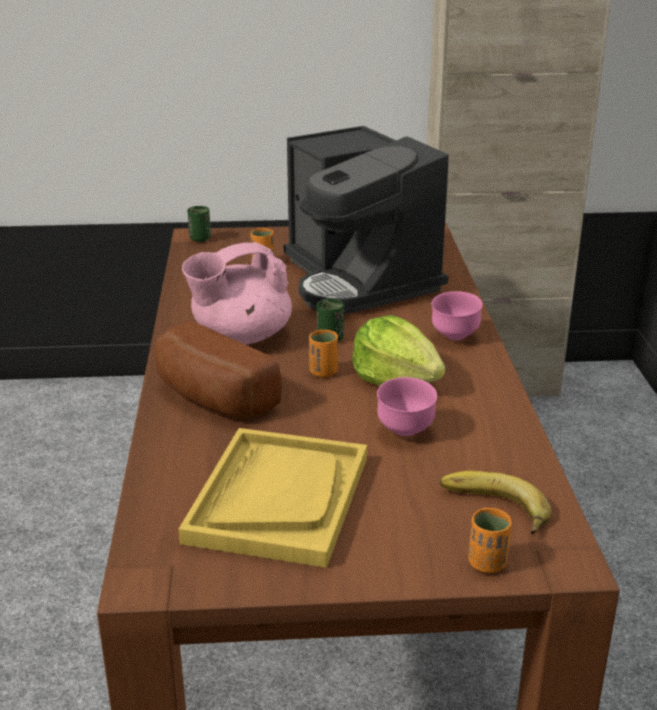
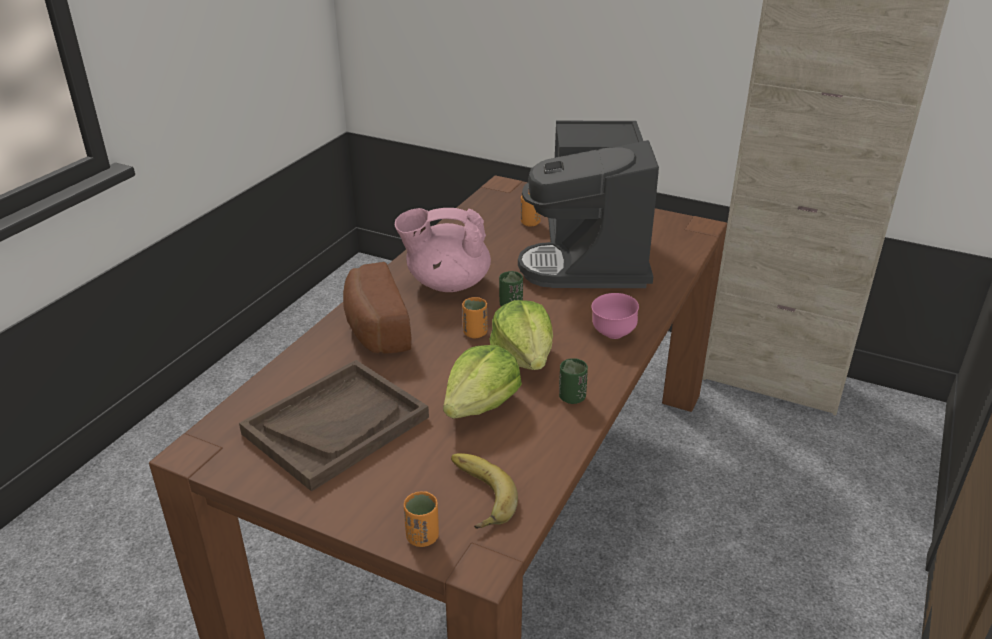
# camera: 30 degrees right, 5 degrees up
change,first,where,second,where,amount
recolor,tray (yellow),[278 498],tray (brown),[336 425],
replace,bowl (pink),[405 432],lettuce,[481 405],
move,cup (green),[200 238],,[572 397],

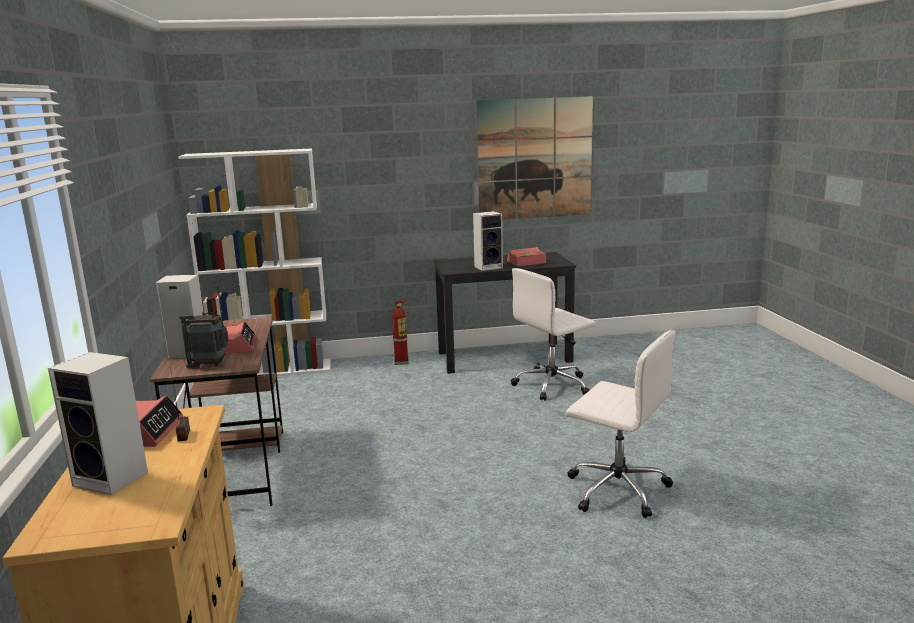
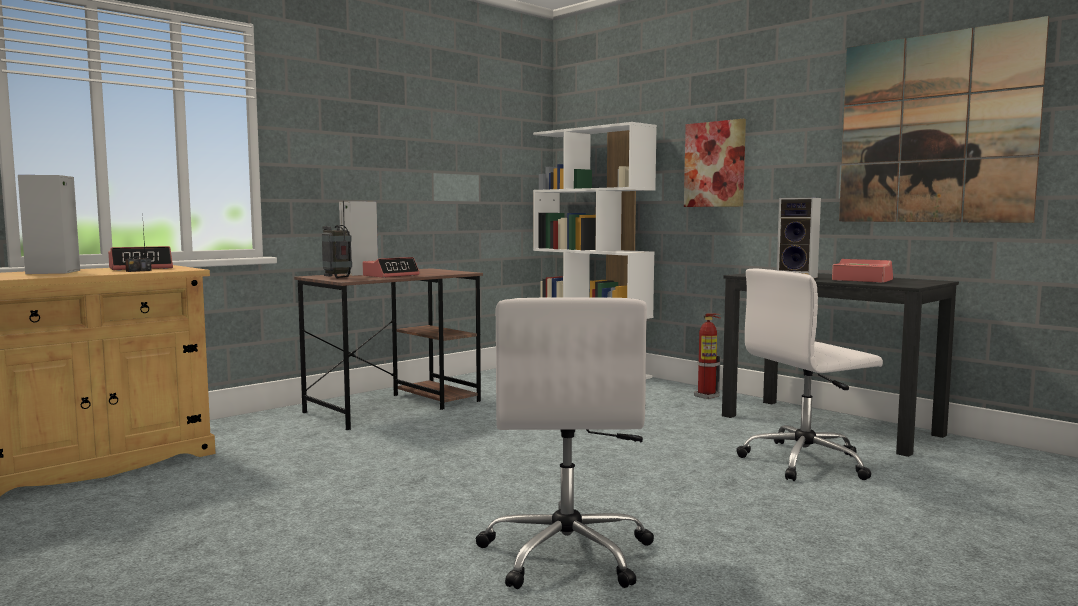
# camera: 55 degrees right, 10 degrees down
change,first,where,second,where,amount
insert,,,picture,[715 164],
rotate,office chair (white),[553 385],,[806 462],45 degrees counterclockwise

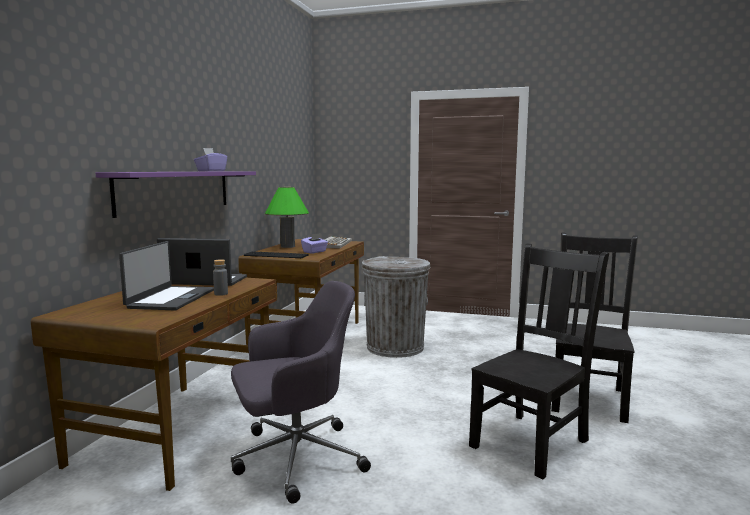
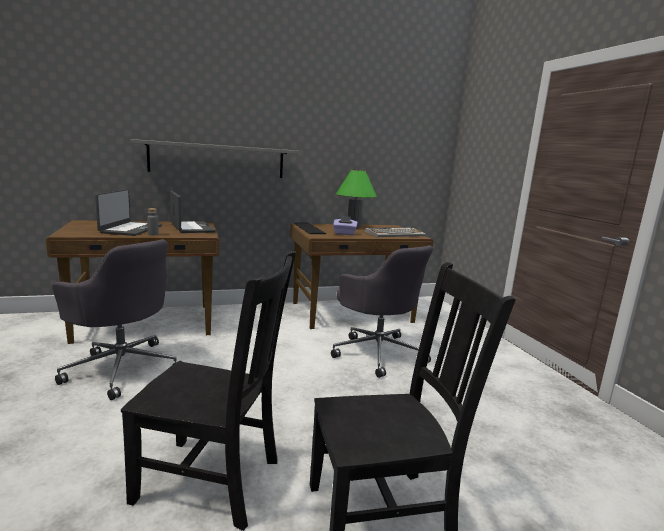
# camera: 55 degrees right, 5 degrees up
change,first,where,second,where,amount
rotate,laptop,[171 299],,[130 229],60 degrees counterclockwise
recolor,shelf (purple),[176 191],shelf (grey),[217 160],
replace,trash can (grey),[395 347],office chair (grey),[377 352],
delete,tissue box (purple),[211 171],,,

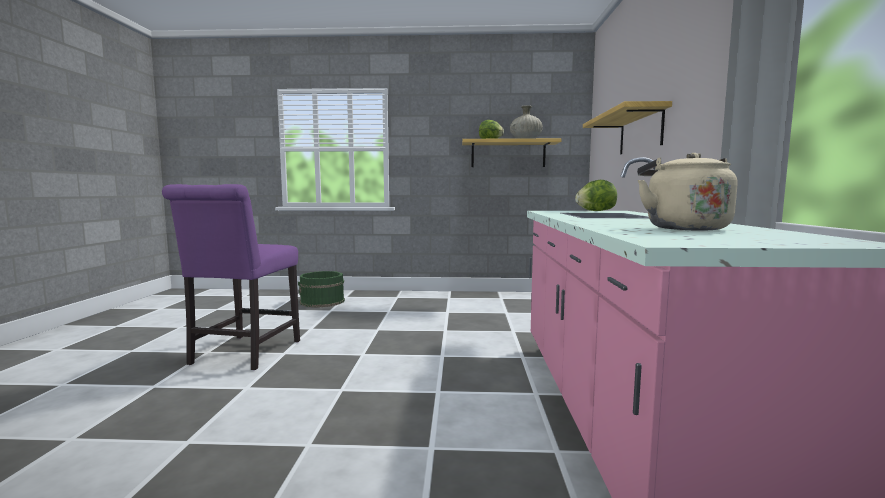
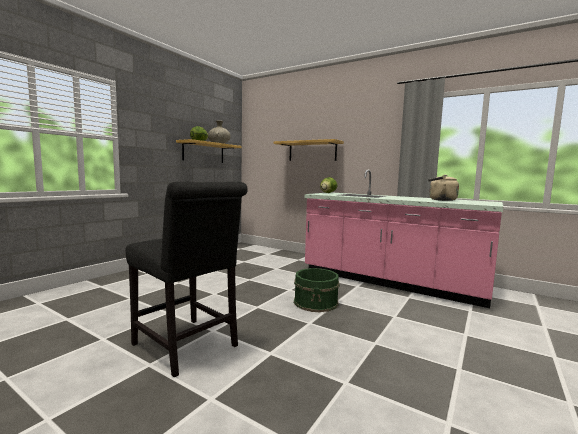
# camera: 60 degrees left, 0 degrees up
change,first,where,second,where,amount
recolor,chair (purple),[243 354],chair (black),[188 347],
move,bucket (green),[322 301],,[316 302],

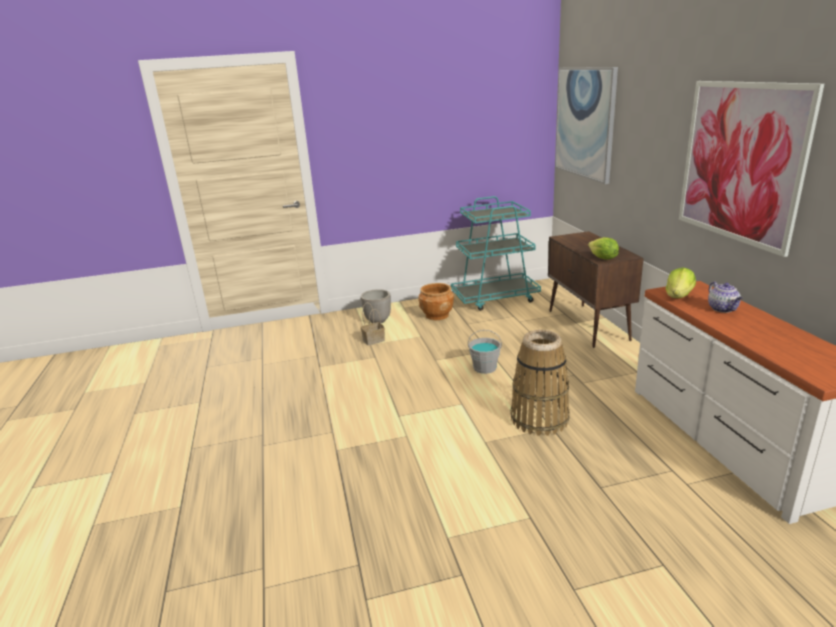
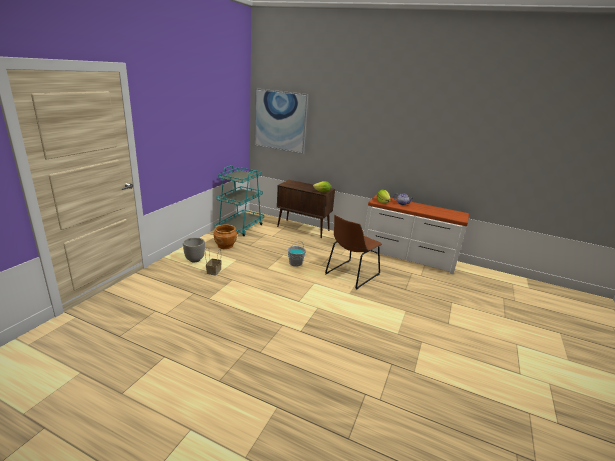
# camera: 55 degrees left, 0 degrees up
change,first,where,second,where,amount
replace,basket,[539 418],chair (brown),[351 275],
delete,picture,[740 163],,,

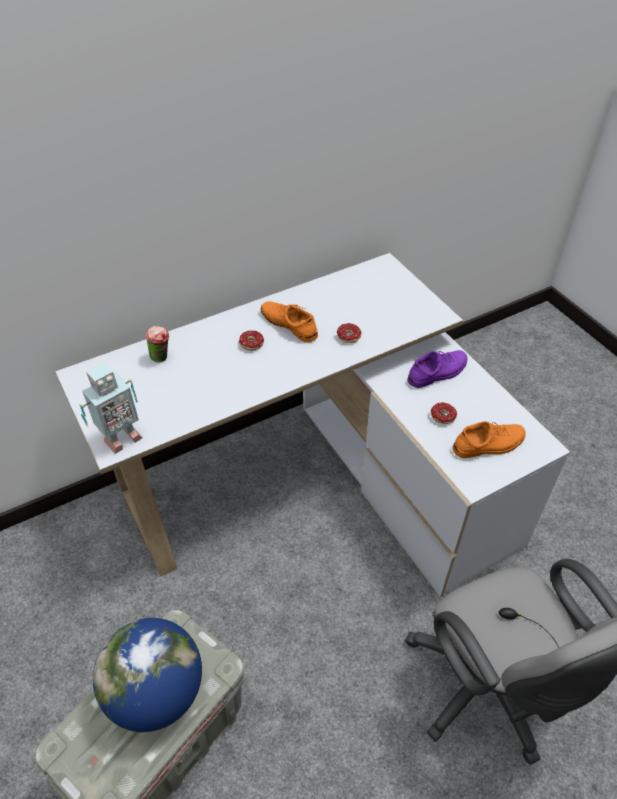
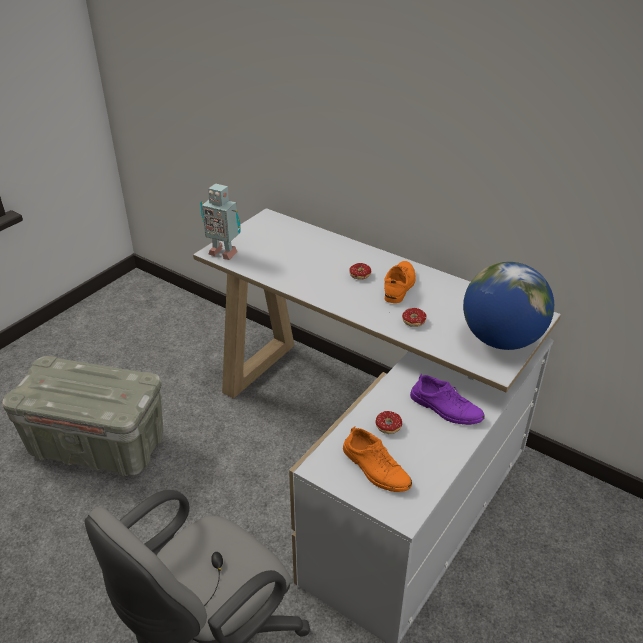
# camera: 65 degrees right, 10 degrees down
change,first,where,second,where,amount
move,globe,[157 692],,[501 340],
delete,cup,[162 358],,,

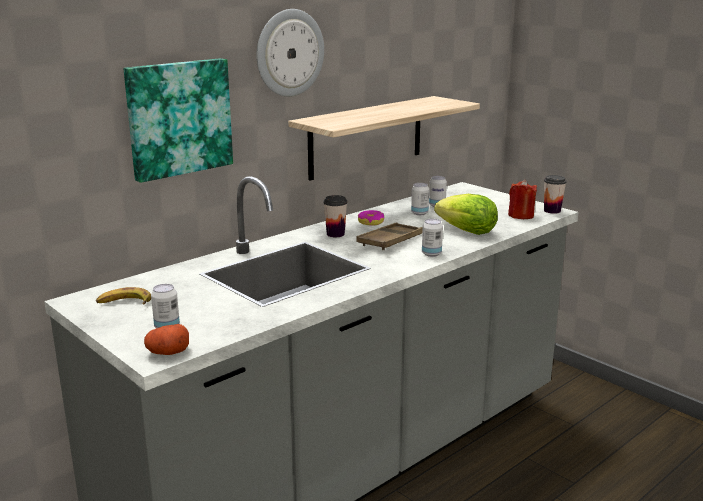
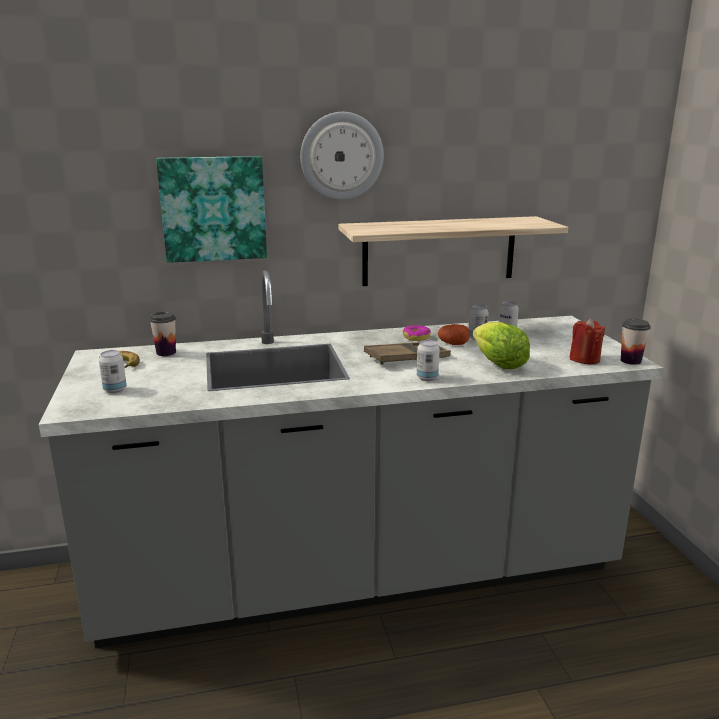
# camera: 30 degrees right, 0 degrees up
change,first,where,second,where,amount
move,cup,[335 234],,[166 352],
move,potato,[167 352],,[452 343],

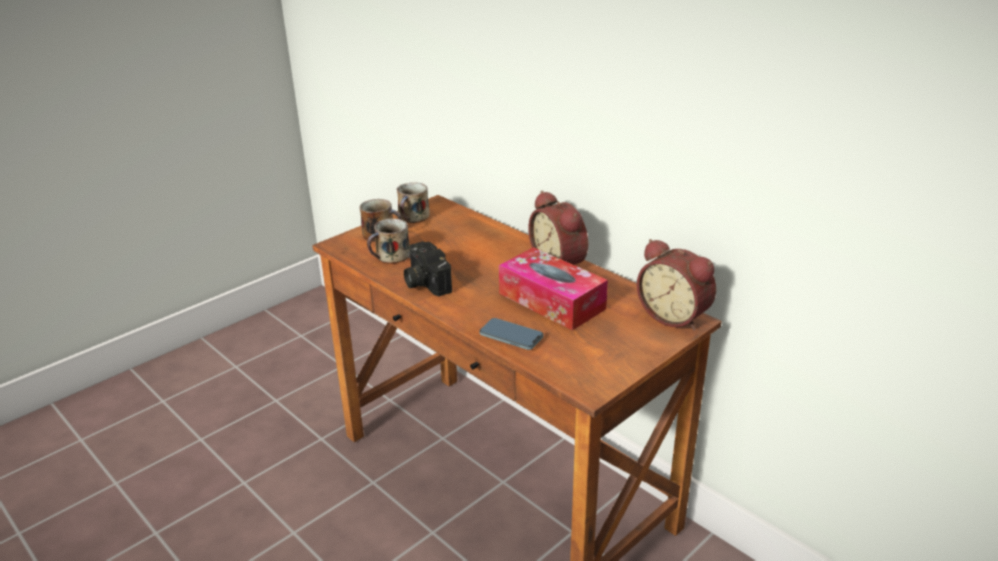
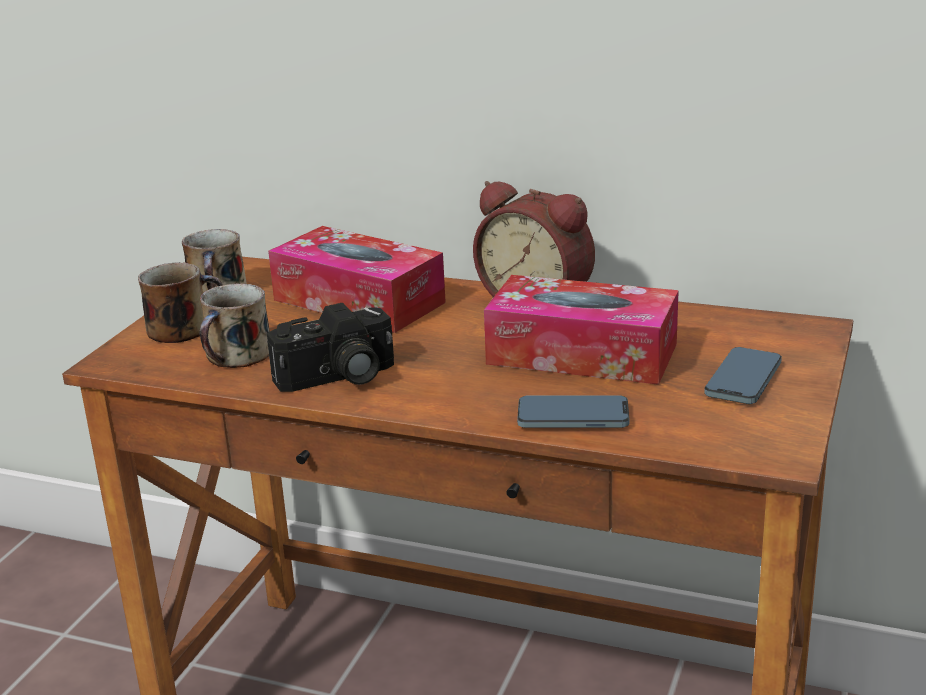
# camera: 25 degrees left, 5 degrees down
change,first,where,second,where,amount
rotate,photo camera,[424 282],,[338 378],60 degrees counterclockwise
insert,,,tissue box,[358 301],
insert,,,phone,[743 380],
delete,alarm clock,[675 316],,,

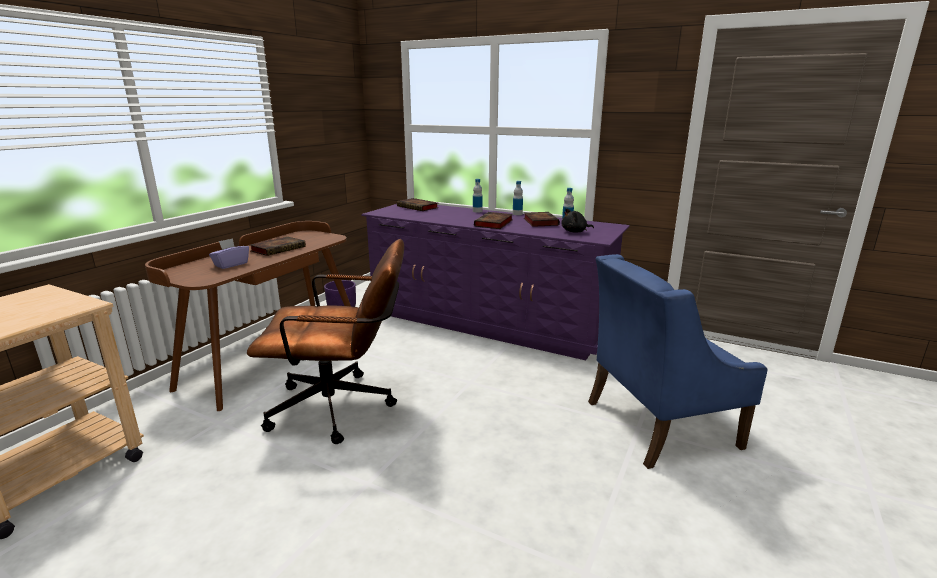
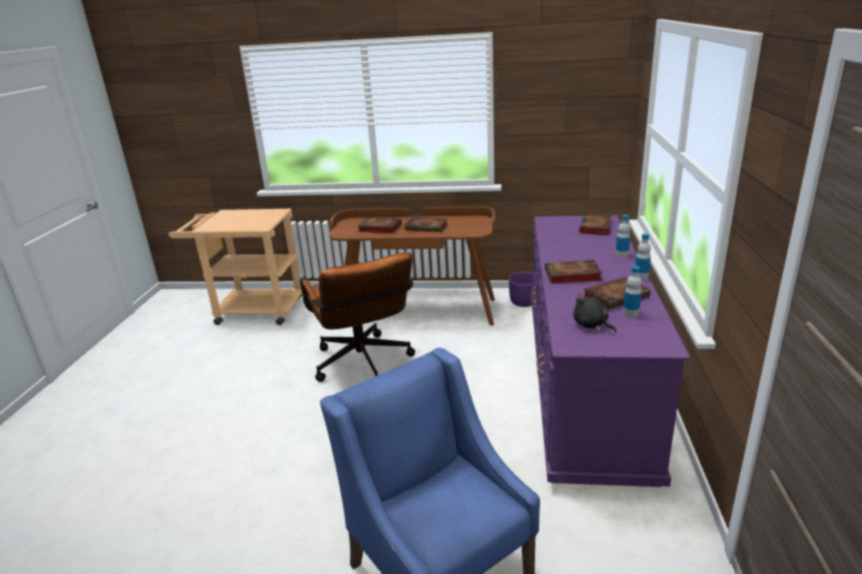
# camera: 70 degrees right, 5 degrees up
change,first,where,second,where,amount
replace,tissue box (purple),[231 264],book,[378 228],

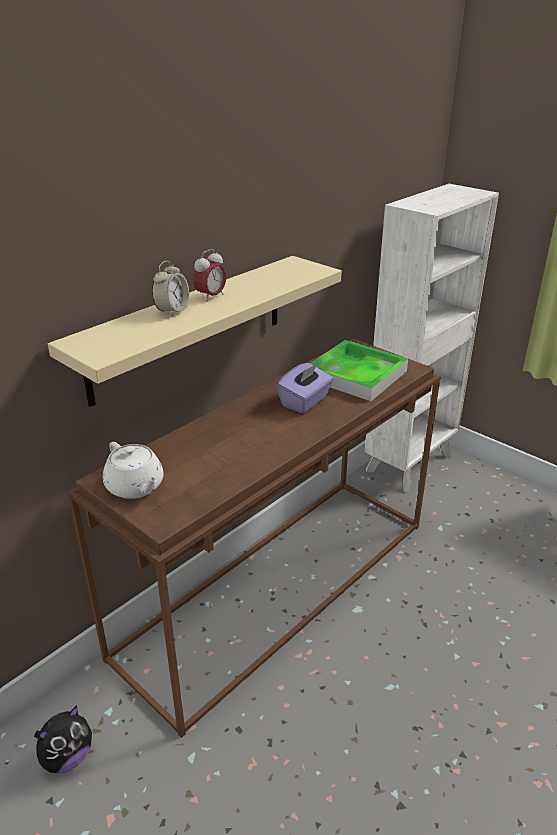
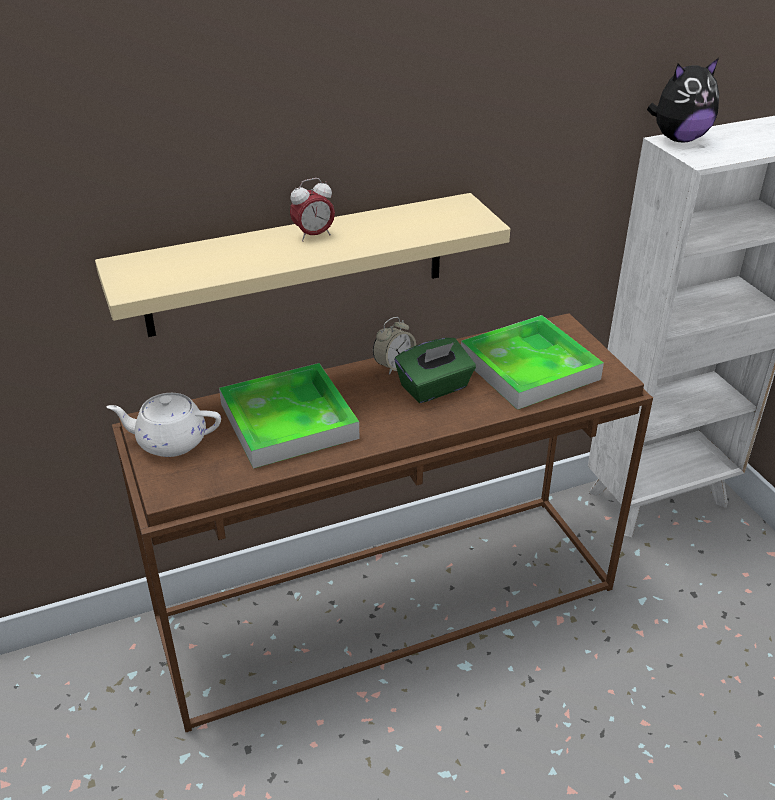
# camera: 25 degrees right, 5 degrees up
change,first,where,second,where,amount
rotate,teapot (white),[135 487],,[170 441],105 degrees clockwise
insert,,,tray,[288 421],
move,alarm clock,[172 311],,[394 366],
recolor,tissue box (purple),[305 402],tissue box (green),[434 388],
move,plush toy,[67 757],,[678 139],

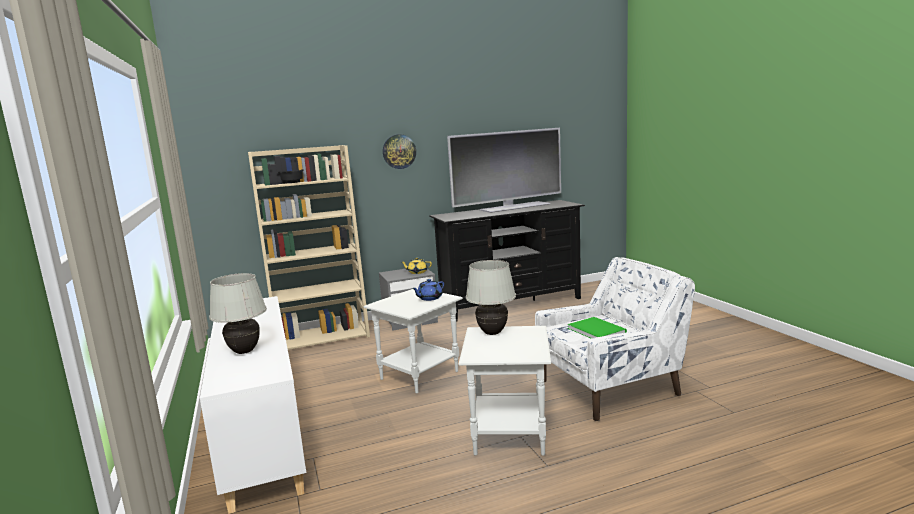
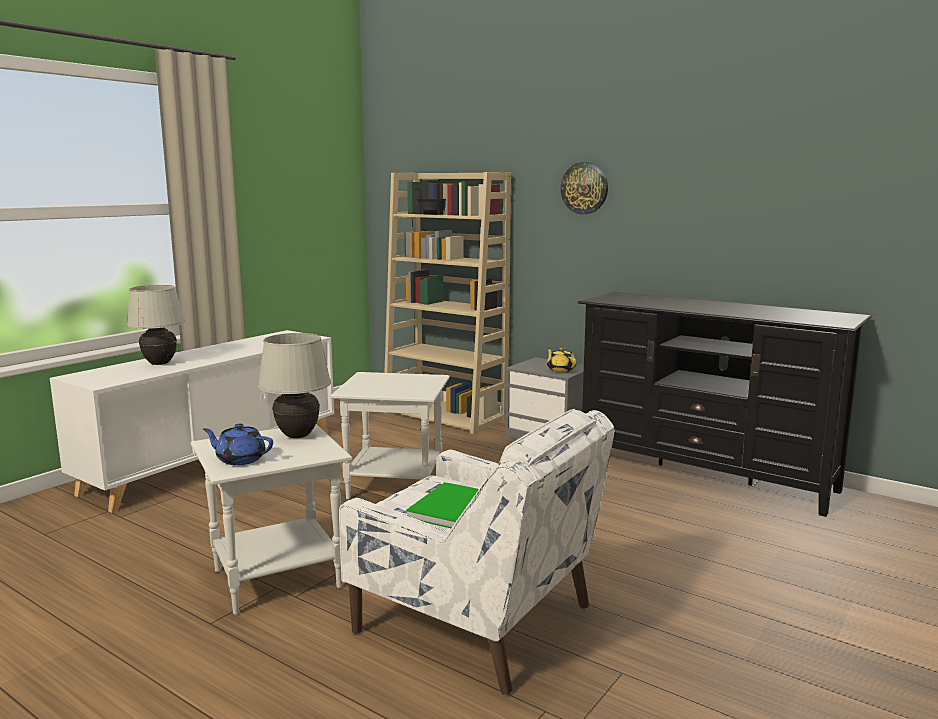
# camera: 55 degrees right, 0 degrees up
change,first,where,second,where,amount
move,teapot (blue),[429 298],,[240 459],
delete,television,[514 207],,,

